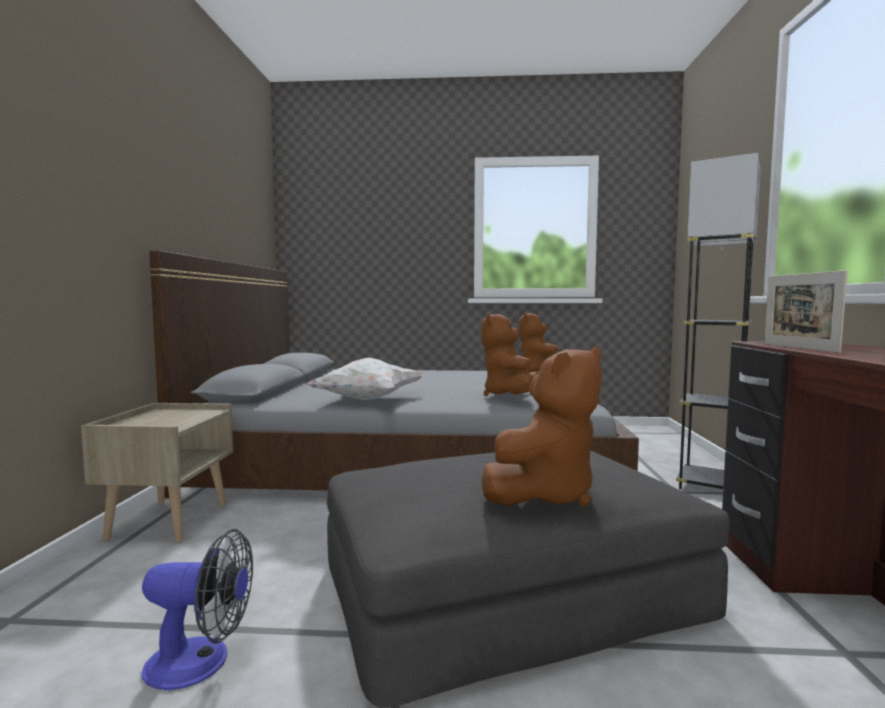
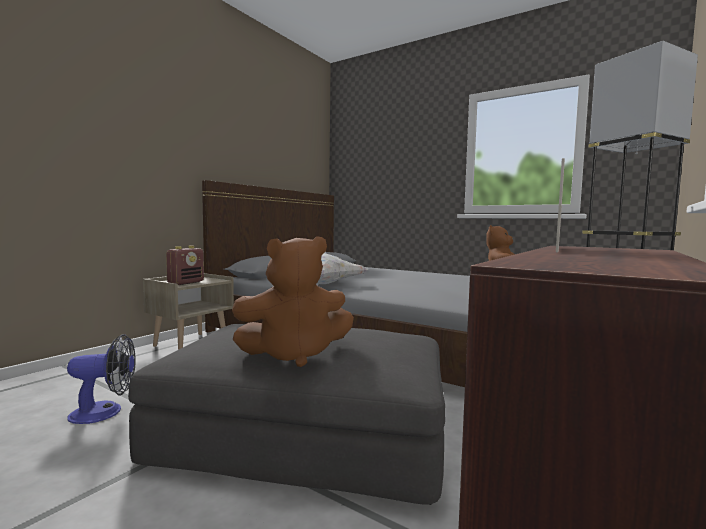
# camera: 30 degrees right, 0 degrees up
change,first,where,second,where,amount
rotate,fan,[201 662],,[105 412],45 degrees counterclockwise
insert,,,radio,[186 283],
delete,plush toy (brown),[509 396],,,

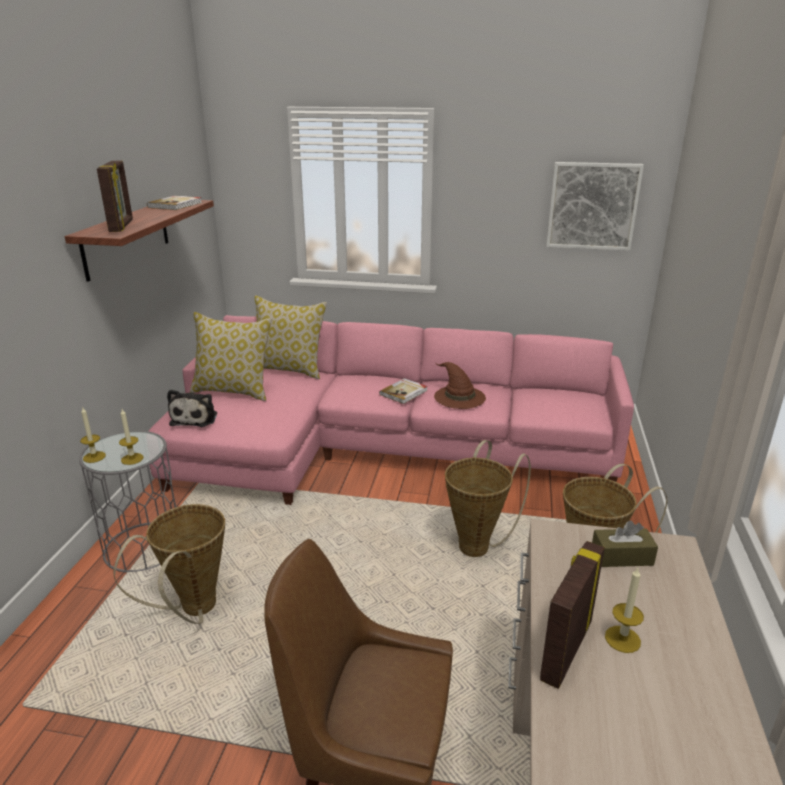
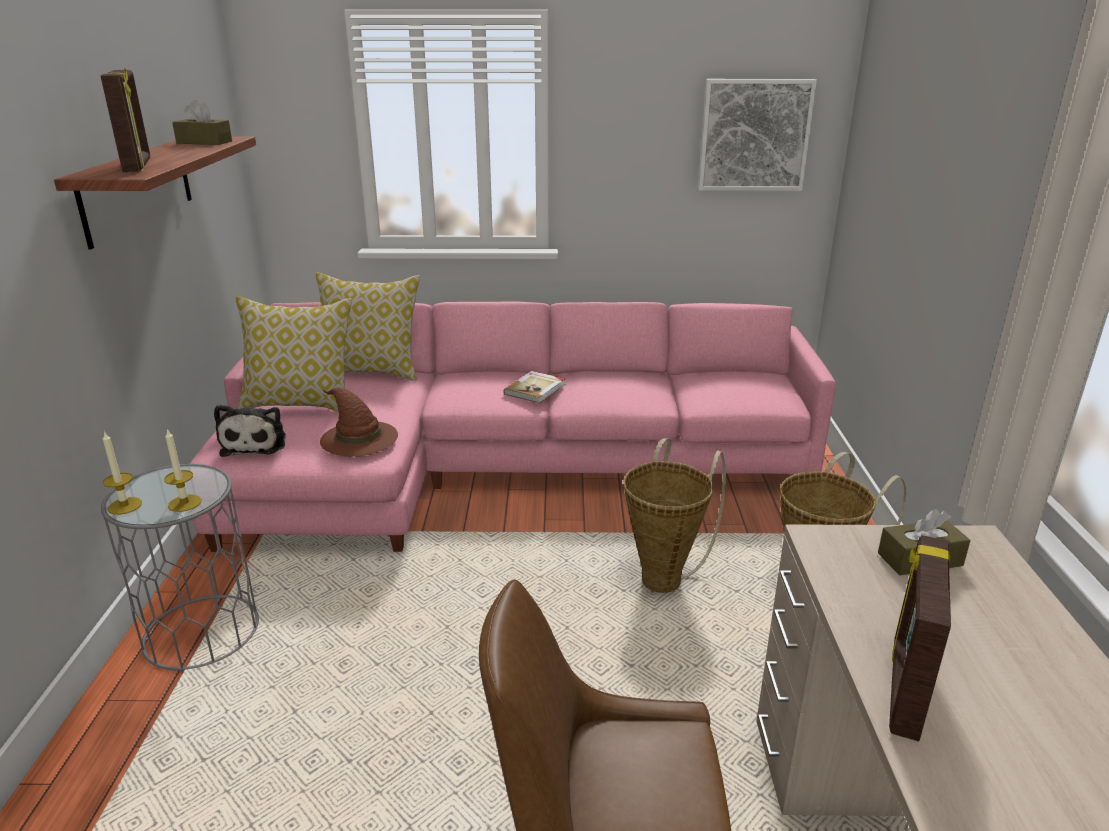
# camera: 10 degrees left, 0 degrees up
change,first,where,second,where,amount
replace,book,[176 205],tissue box (brown),[204 142],
move,hat (brown),[459 397],,[358 438],
delete,basket,[193 611],,,
delete,candle,[622 639],,,

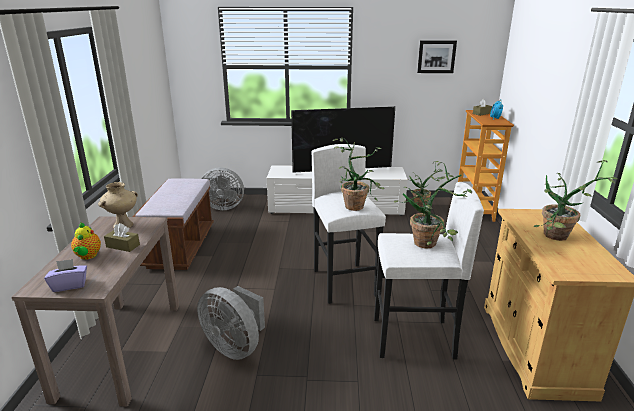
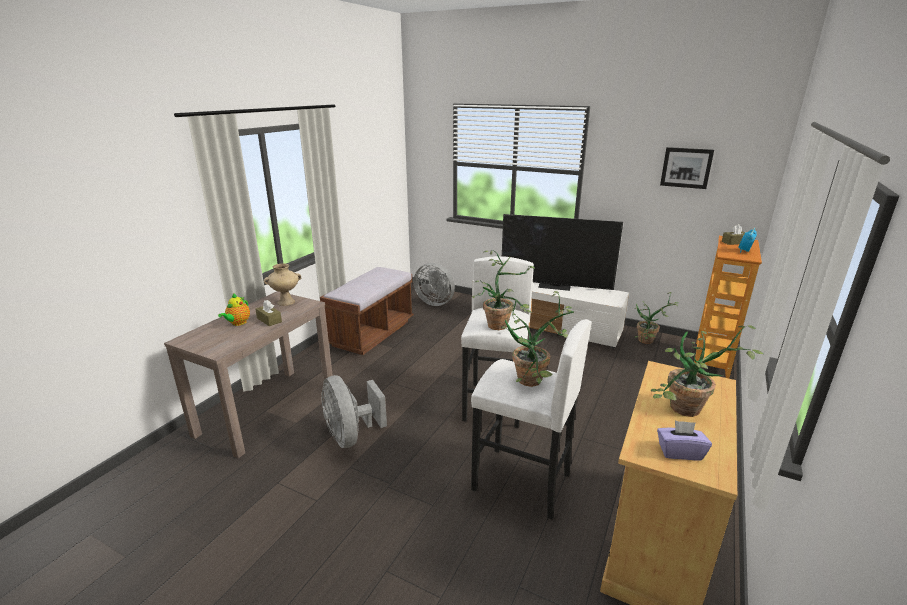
# camera: 25 degrees right, 0 degrees up
change,first,where,second,where,amount
move,tissue box (purple),[69 285],,[679 452],

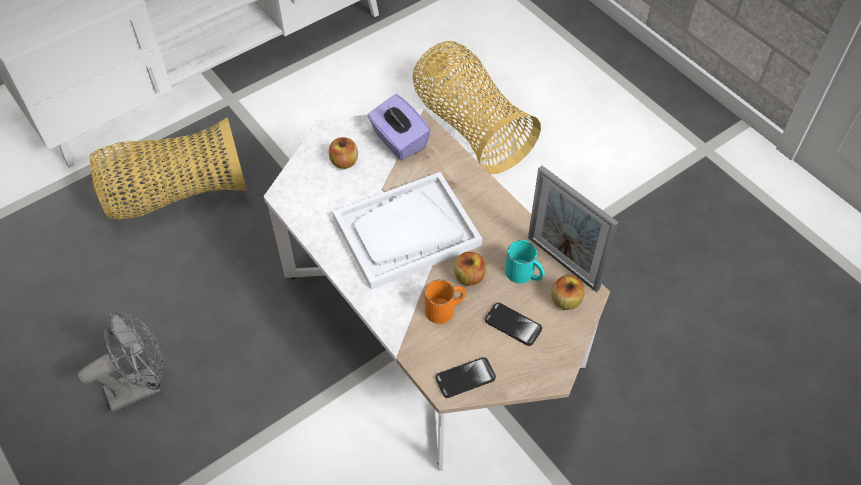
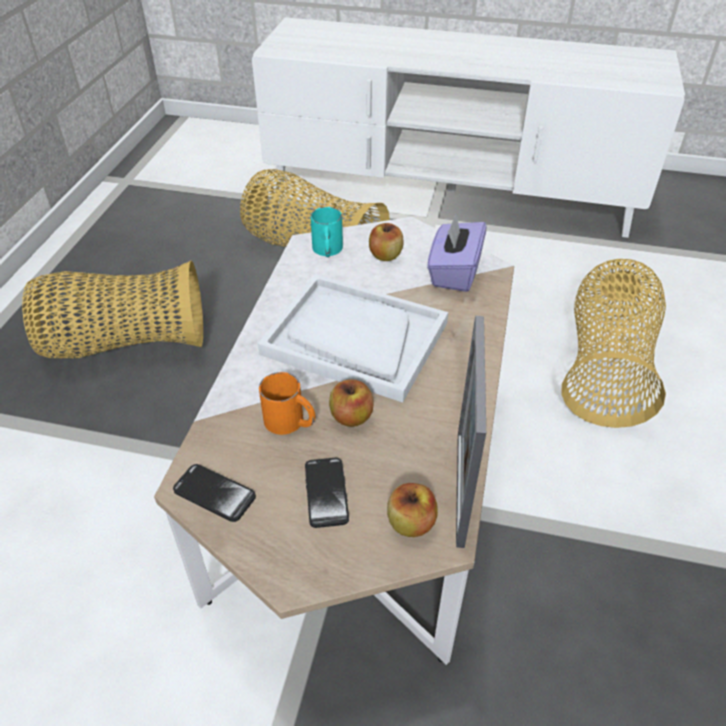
# camera: 50 degrees right, 10 degrees down
change,first,where,second,where,amount
replace,fan (grey),[141 386],basket,[124 343],
move,mug (turquoise),[524 274],,[327 251],

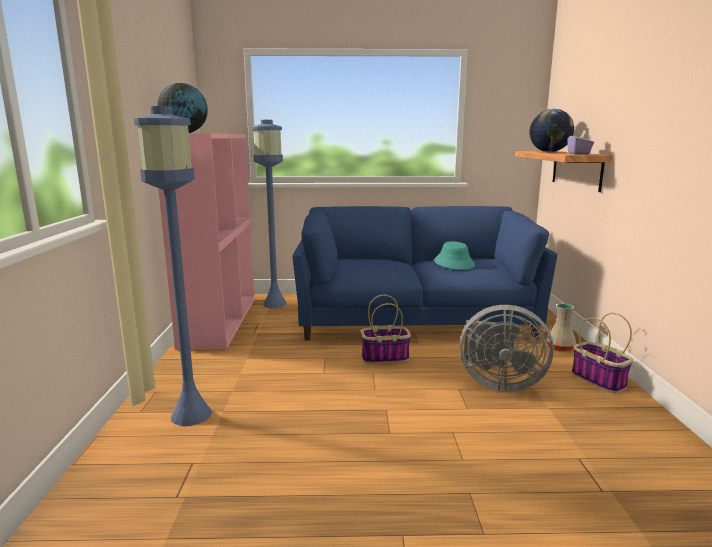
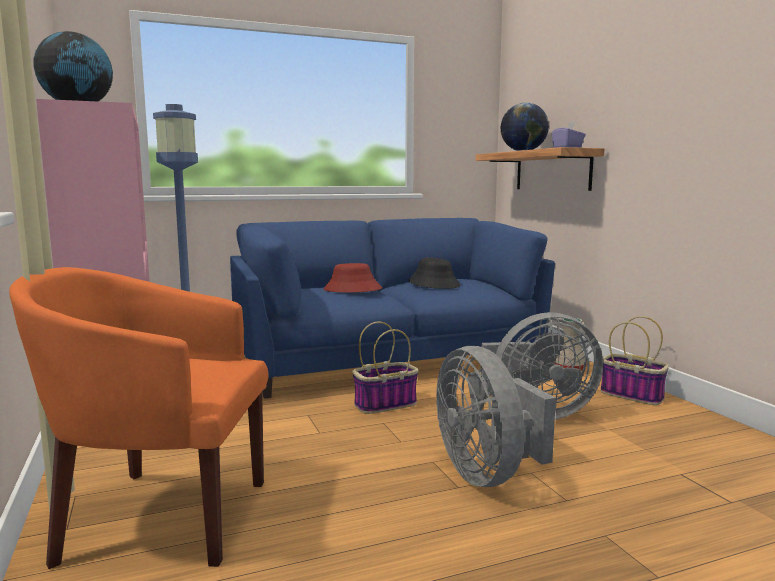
# camera: 20 degrees left, 5 degrees down
change,first,where,second,where,amount
replace,floor lamp (blue),[191 414],armchair (orange),[159 516],
insert,,,hat (red),[352 290],
recolor,hat (turquoise),[454 263],hat (black),[434 283],
insert,,,fan (grey),[487 473],

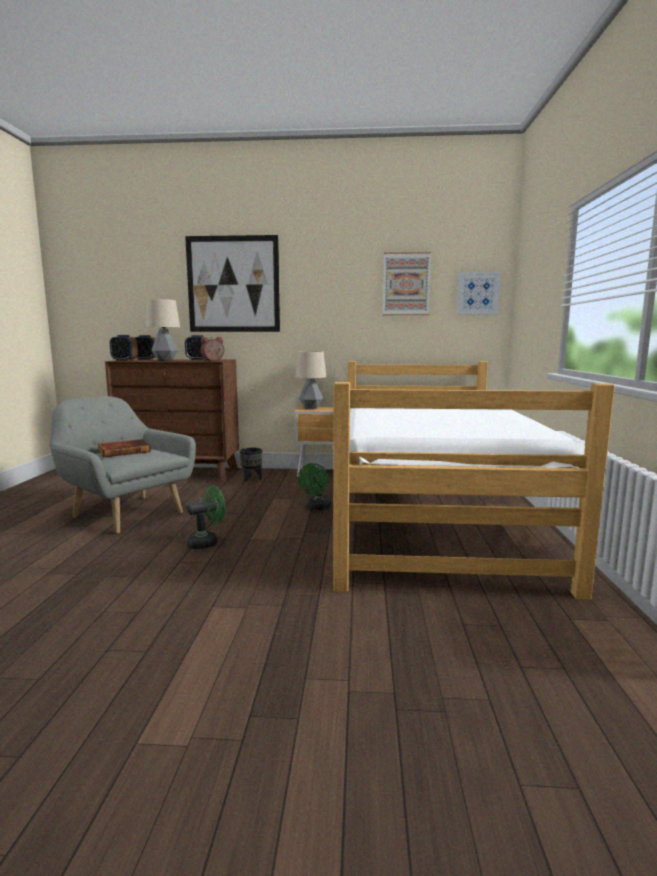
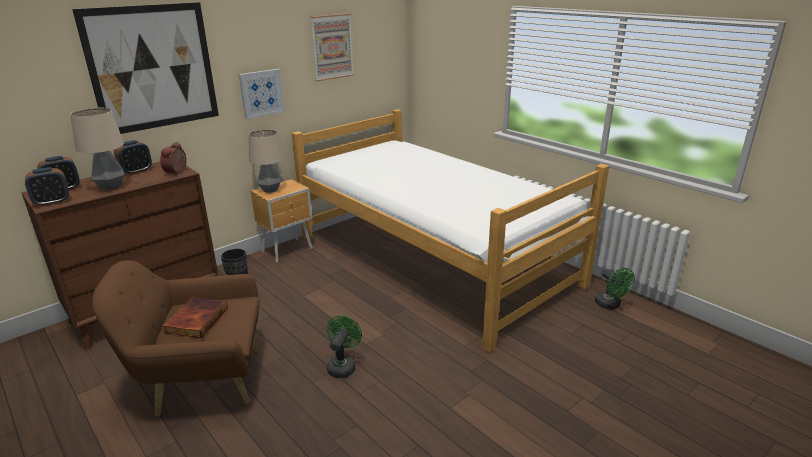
# camera: 45 degrees left, 15 degrees up
change,first,where,second,where,amount
recolor,armchair (grey),[126 513],armchair (brown),[202 380],
move,picture,[478 293],,[262 93],
move,fan (green),[316 508],,[610 305],

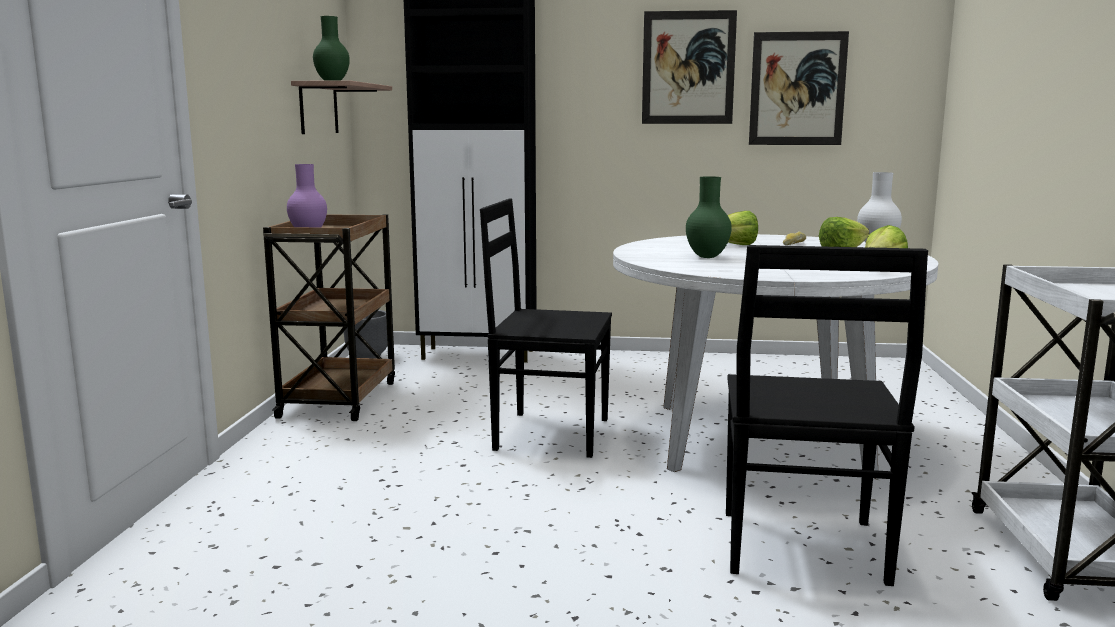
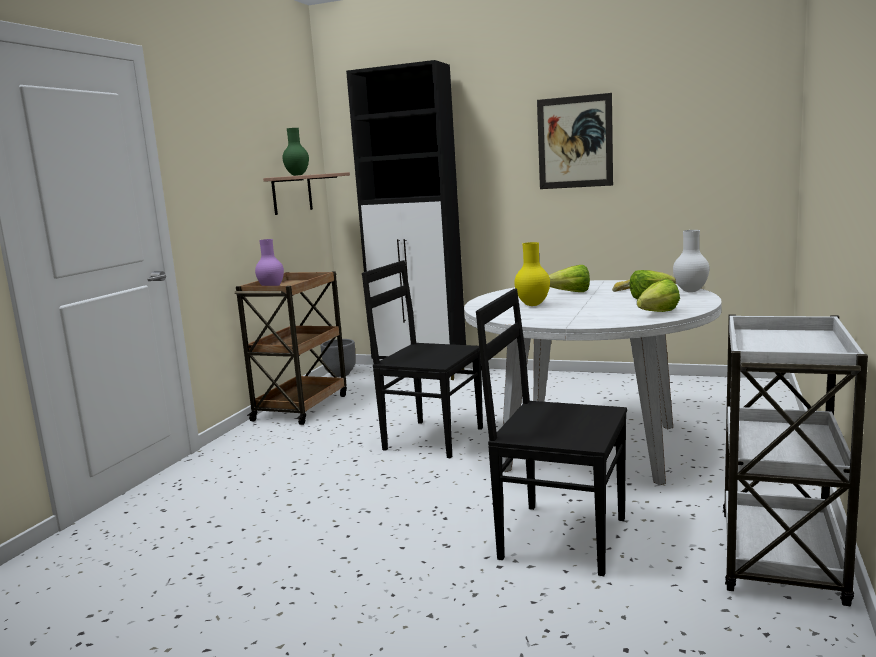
# camera: 15 degrees right, 0 degrees up
change,first,where,second,where,amount
rotate,chair (black),[802 549],,[559 537],90 degrees clockwise
recolor,vase (green),[707 257],vase (yellow),[533 305],
delete,picture,[797 89],,,

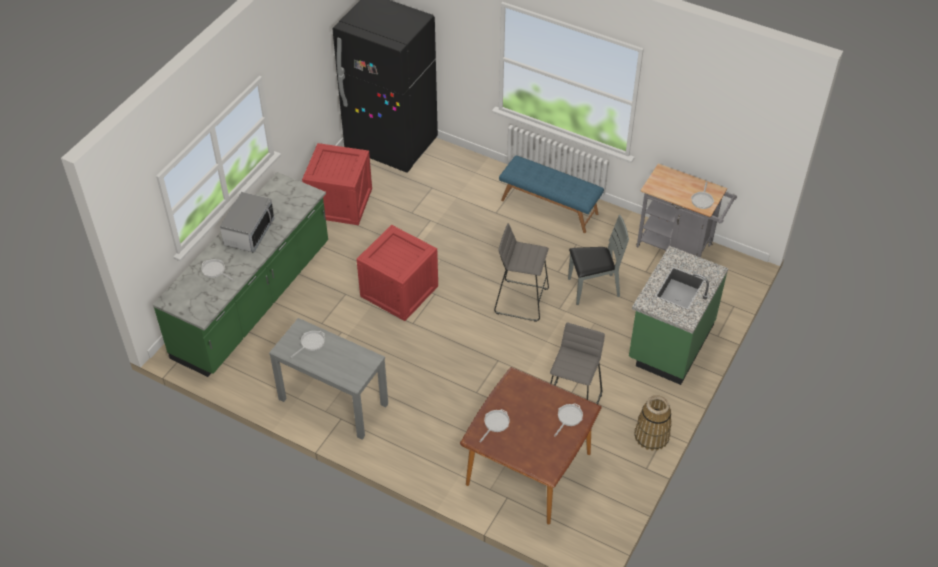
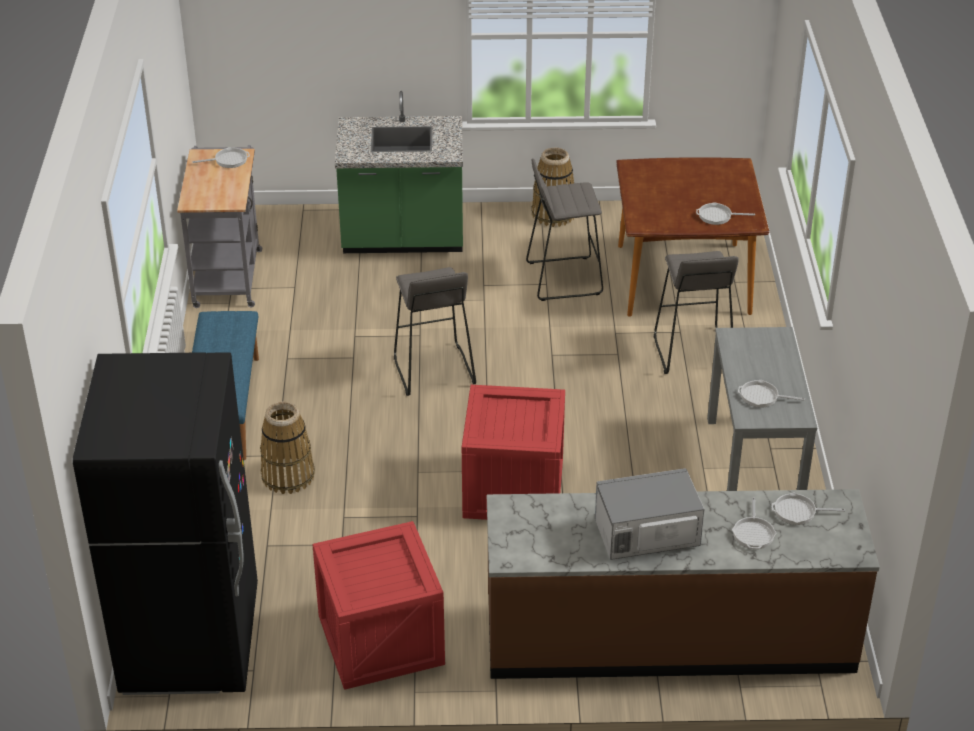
# camera: 120 degrees left, 10 degrees down
change,first,where,second,where,amount
insert,,,basket,[288 476],
recolor,counter (green),[253 301],counter (brown),[668 636],
insert,,,stool (grey),[692 352],
move,frying pan,[568 418],,[798 512],
delete,chair (grey),[593 288],,,

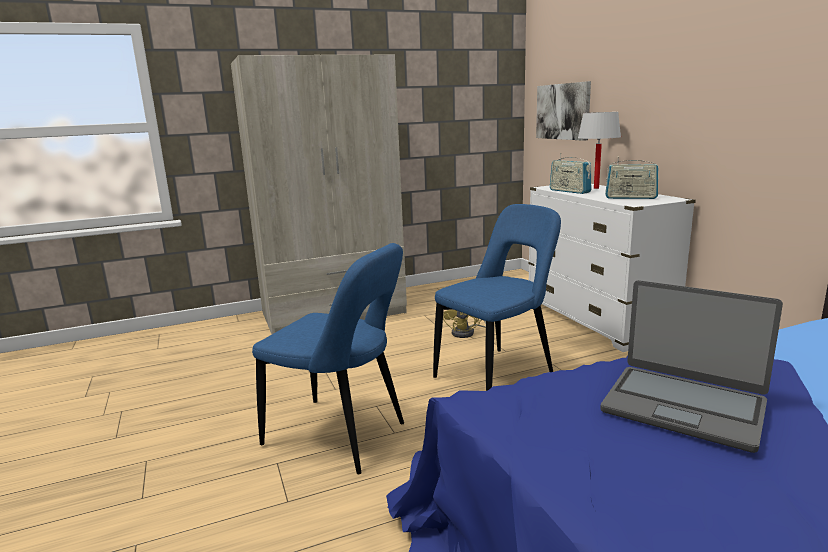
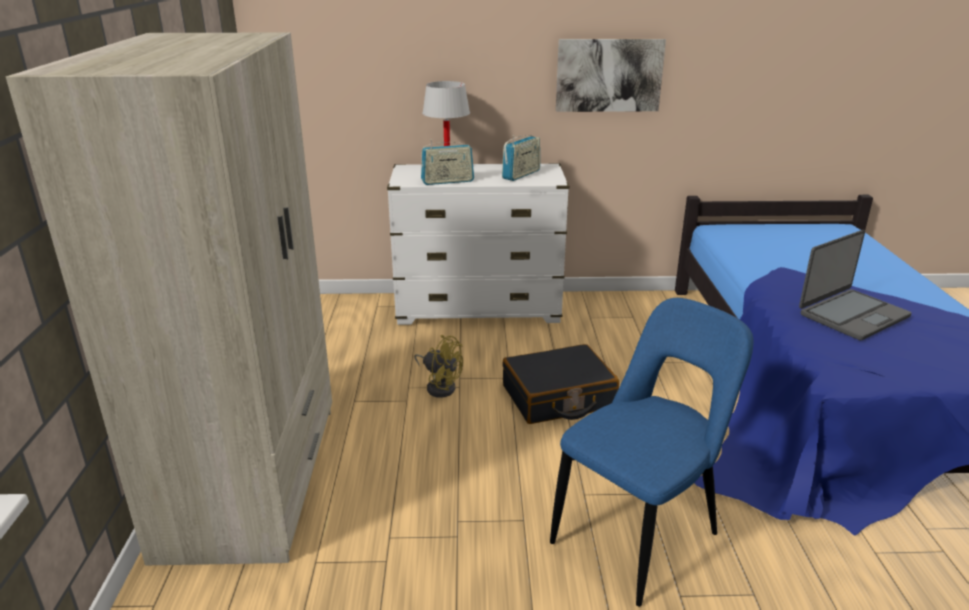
# camera: 70 degrees left, 10 degrees up
change,first,where,second,where,amount
replace,chair (blue),[498 374],suitcase (black),[558 397],
move,picture,[563 111],,[609 75],

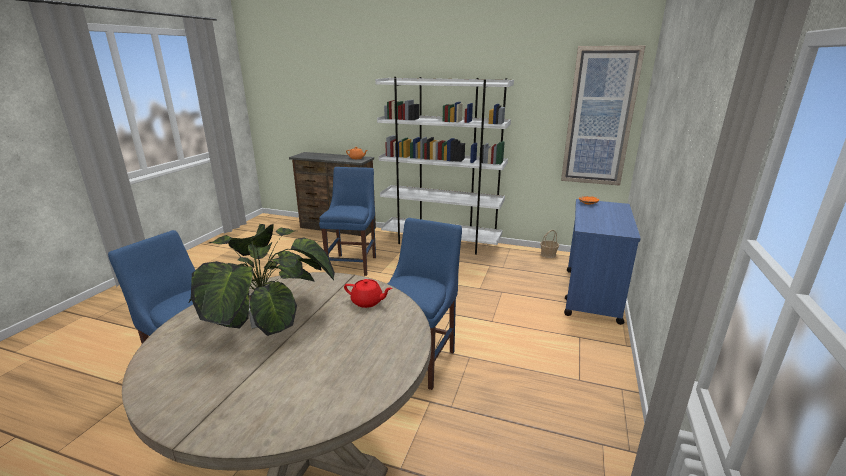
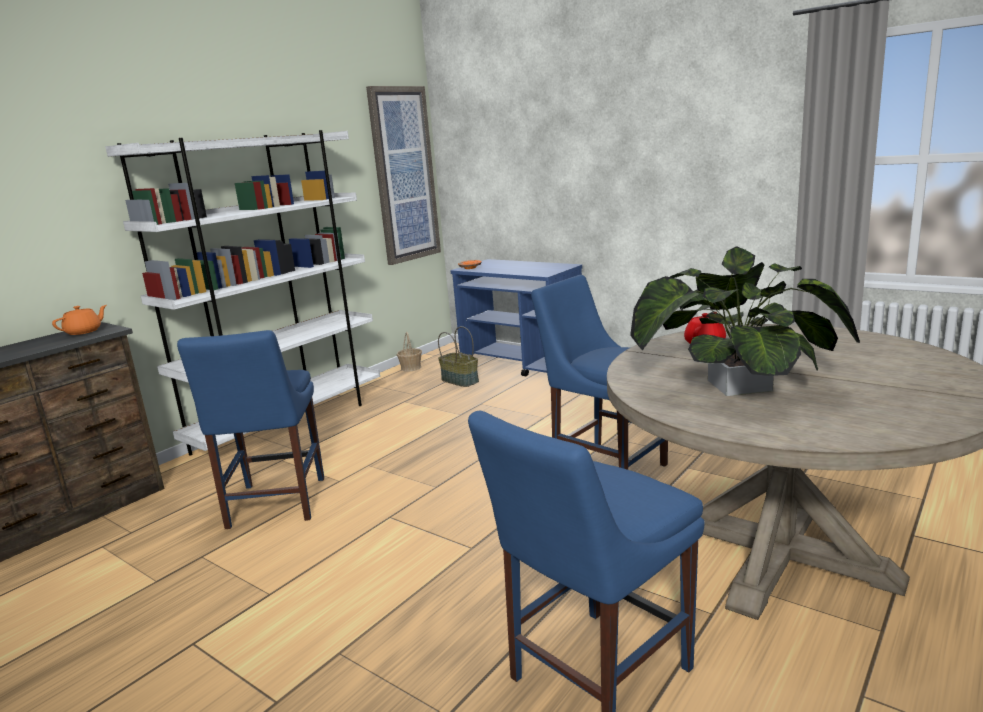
# camera: 70 degrees left, 5 degrees down
change,first,where,second,where,amount
rotate,chair (blue),[353 263],,[275 505],120 degrees counterclockwise
insert,,,basket,[460 380],

